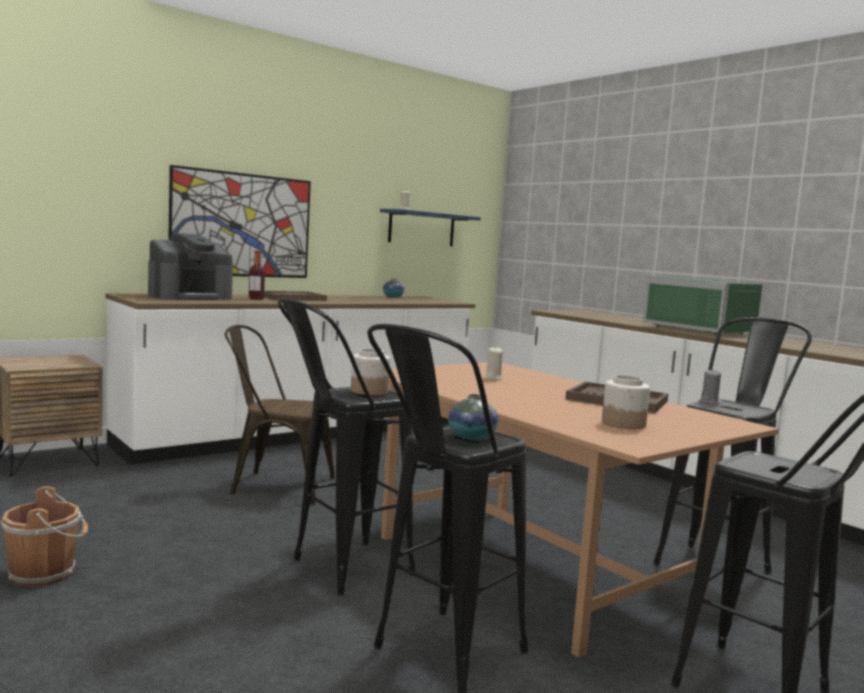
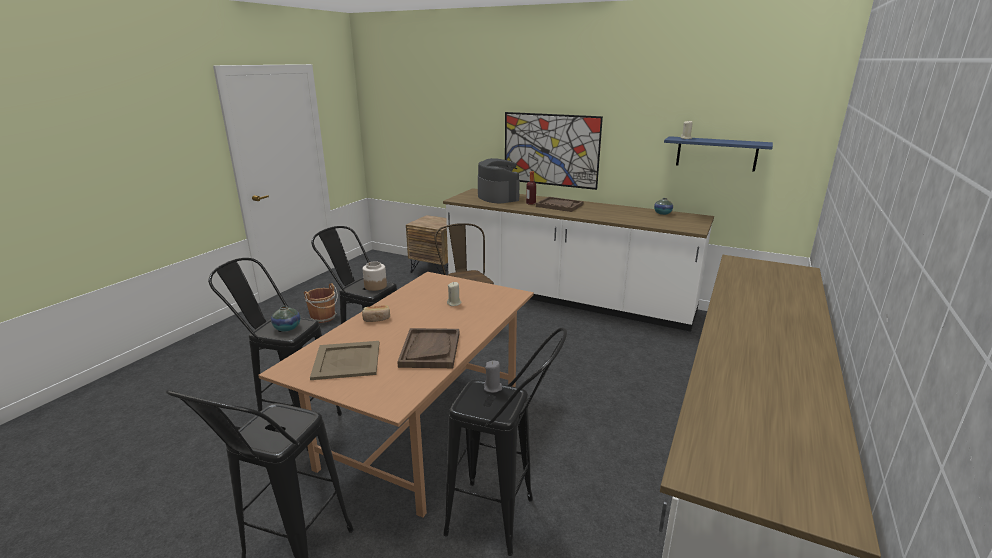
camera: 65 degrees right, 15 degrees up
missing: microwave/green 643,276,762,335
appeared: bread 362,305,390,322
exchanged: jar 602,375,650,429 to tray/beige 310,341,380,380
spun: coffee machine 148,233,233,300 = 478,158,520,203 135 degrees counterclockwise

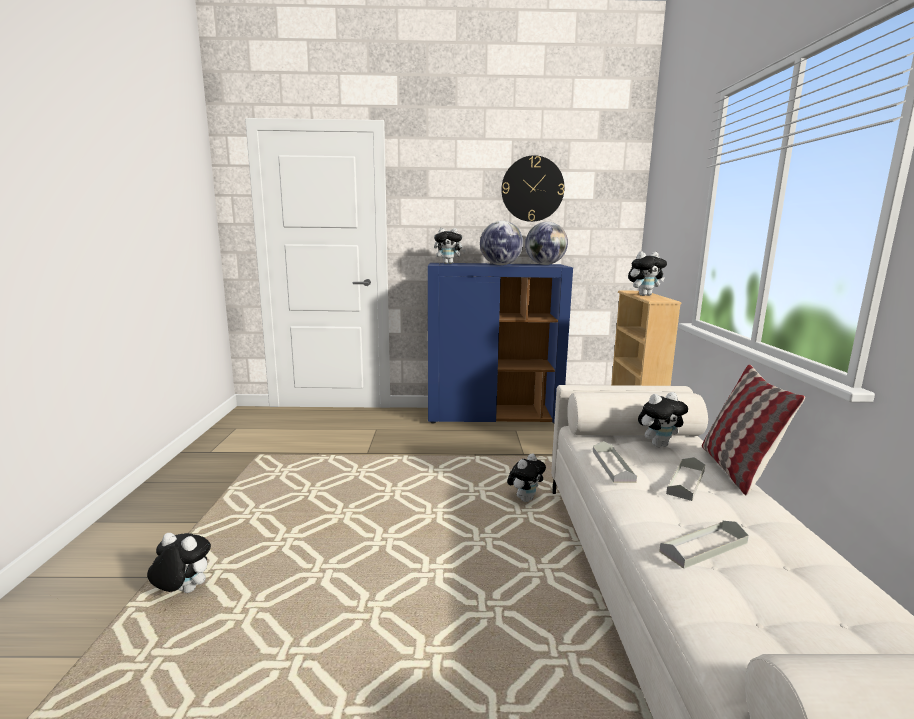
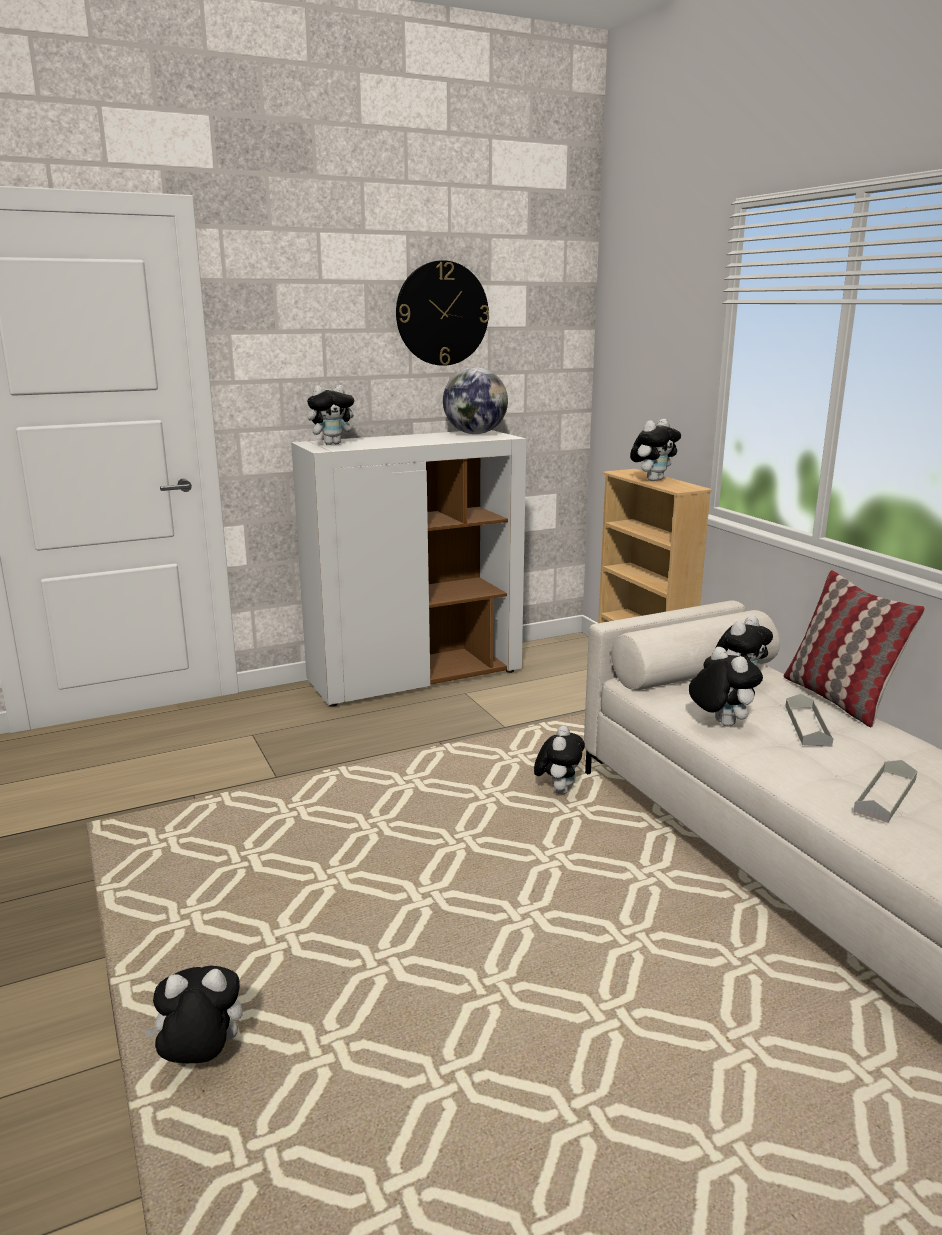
camera: 25 degrees left, 5 degrees up
missing: globe 480,221,523,265
exchanged: tray/grey 593,441,637,483 to plush toy 689,647,763,727
colour: cabinet/blue 428,263,573,424 to cabinet/white 291,430,526,707

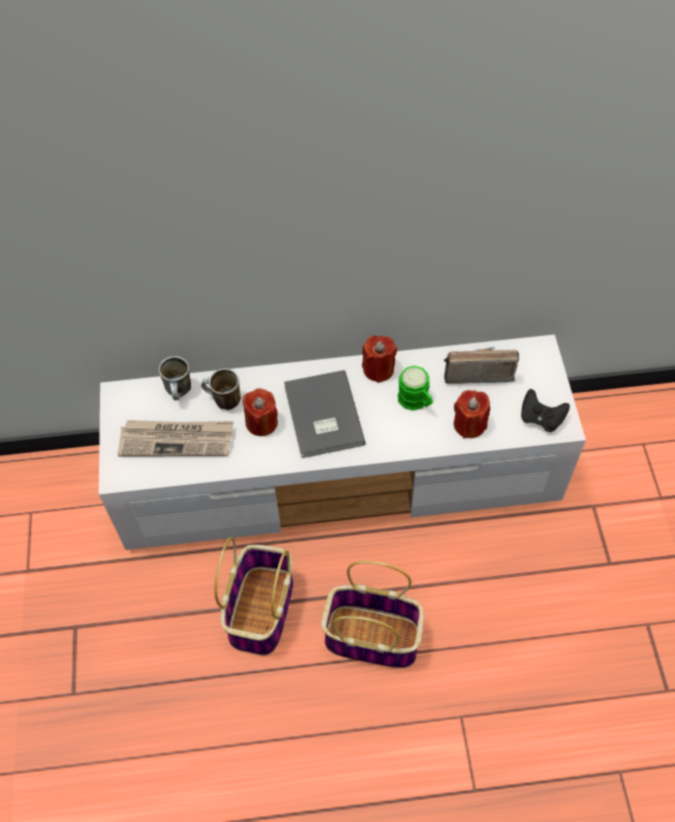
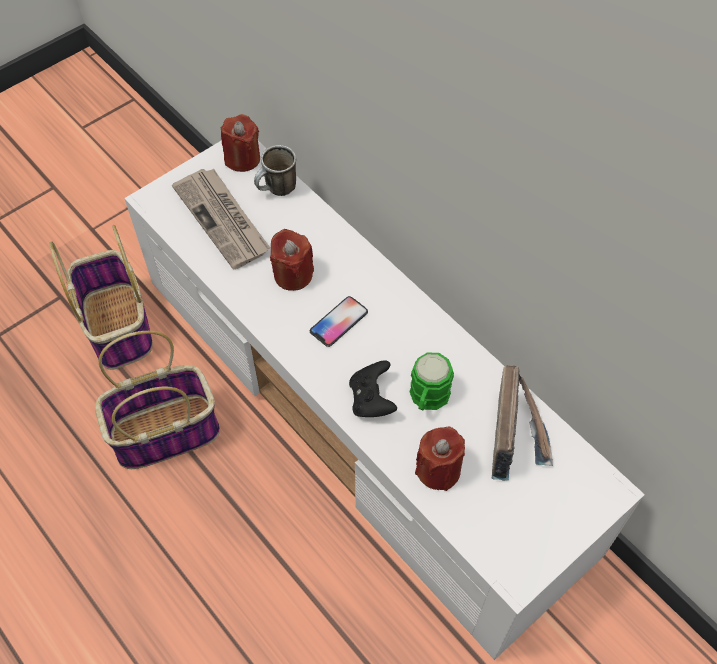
camera: 55 degrees right, 0 degrees up
missing: mug 201,368,241,410
relocated: basket 321,561,424,668 to 49,225,153,370; candle/red 362,336,397,383 to 221,114,260,172; game controller/black 521,389,570,432 to 349,360,397,417
exchanged: book/grey 284,370,366,458 to phone 310,296,368,347
spun: radio 444,347,519,384 = 492,366,553,481 45 degrees clockwise

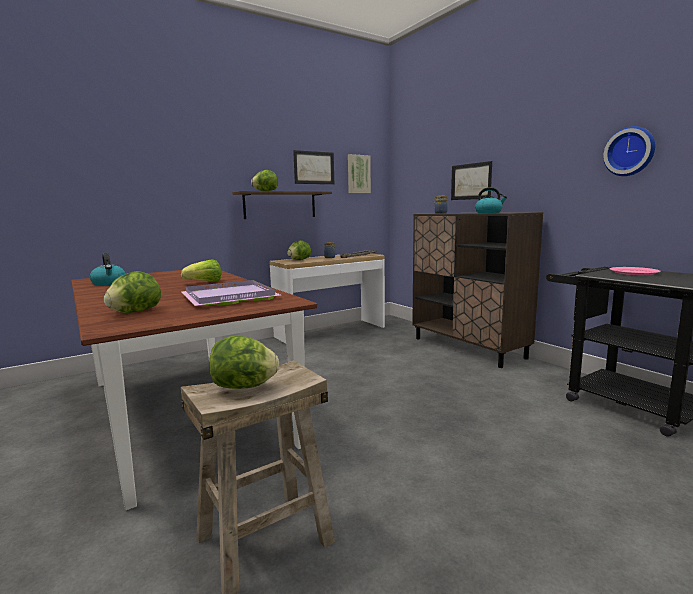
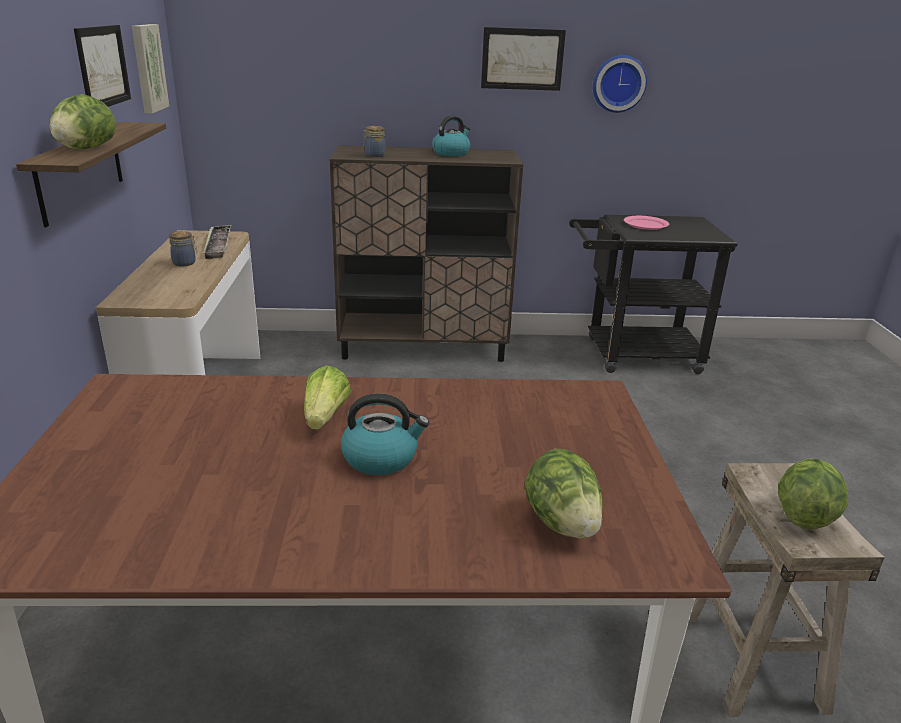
camera: 60 degrees left, 15 degrees up
missing: tray/purple 181,280,280,306; lettuce 287,240,311,260
relocated: kettle 90,253,126,286 to 341,393,429,475; picture 451,161,492,200 to 481,27,566,91

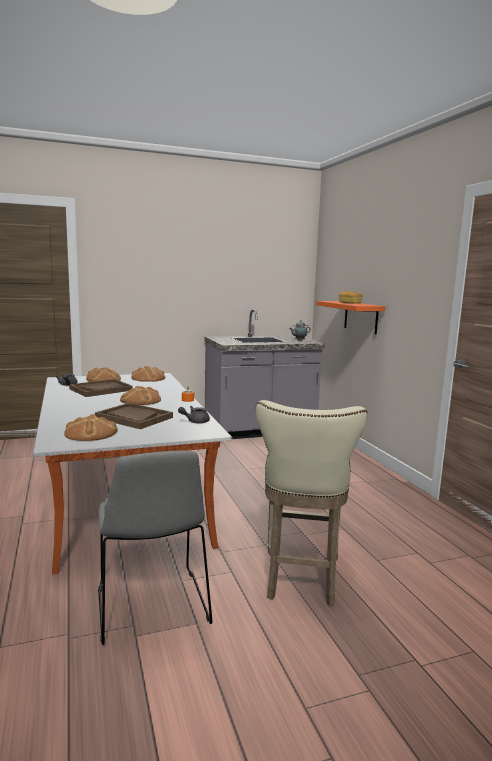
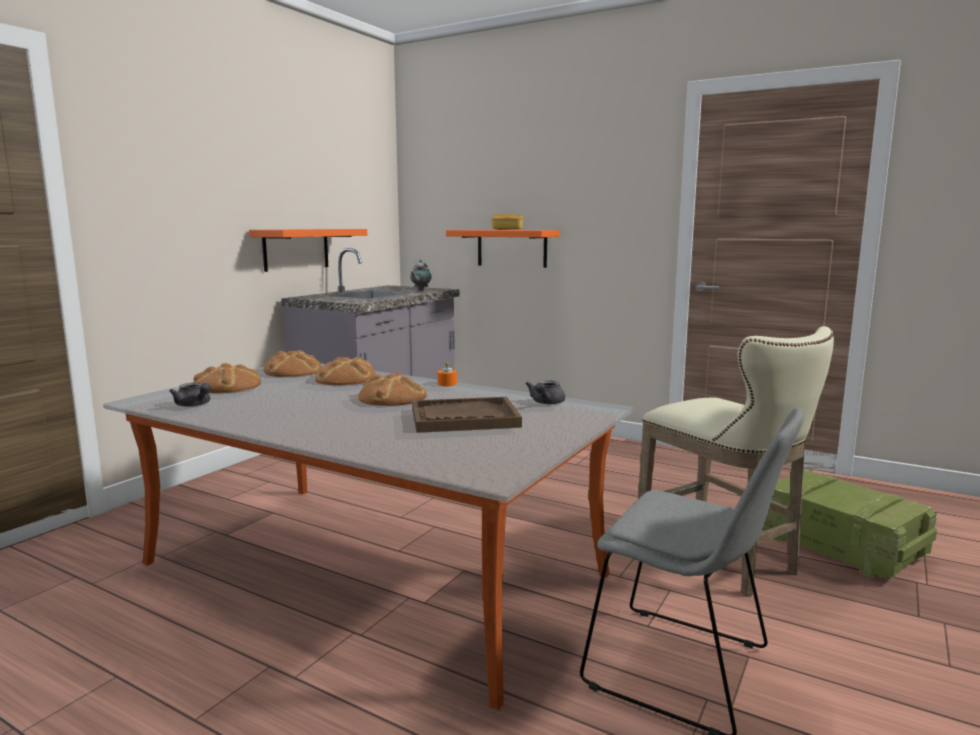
camera: 40 degrees left, 0 degrees up
missing: tray/brown 69,379,133,397
appeared: shelf/orange 249,229,367,272; crate 762,470,937,579
relocated: bread 64,414,118,441 to 315,357,376,385

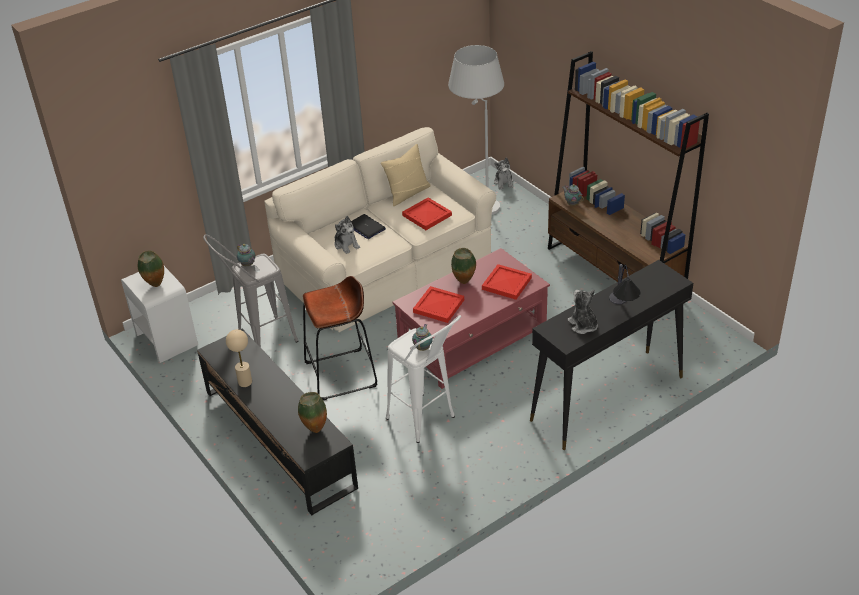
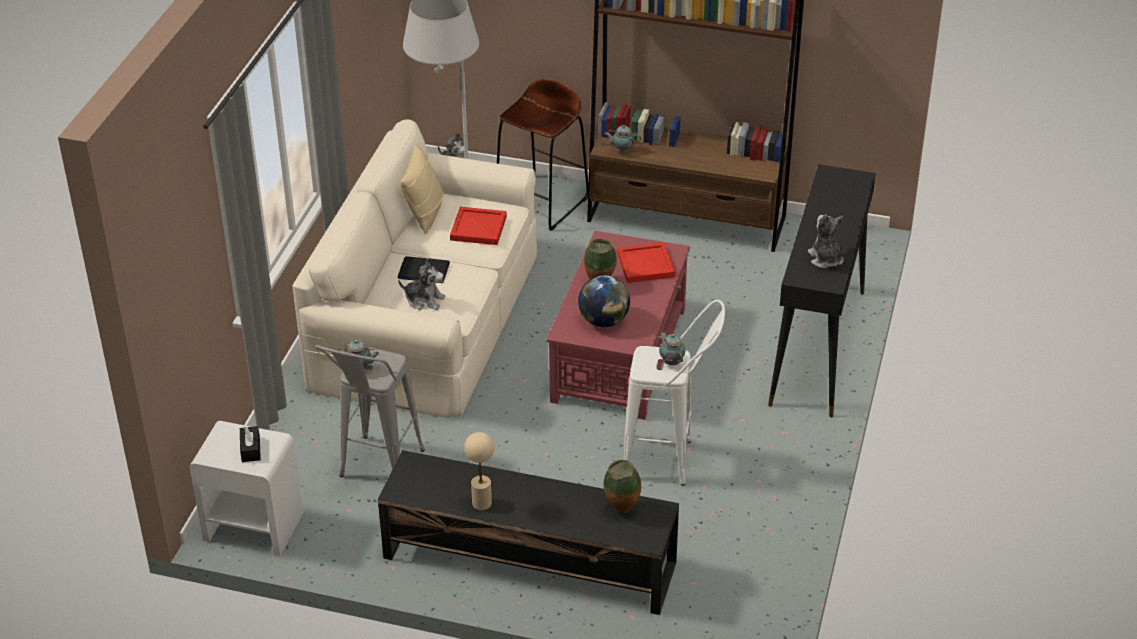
camera: 40 degrees left, 0 degrees up
missing: table lamp 609,264,641,304
relocated: stool/brown 303,276,377,400 to 497,79,589,231
exchanged: vase 138,250,164,287 to tissue box/black 240,426,261,462; tray/red 413,286,464,323 to globe 578,275,630,327
spun: plush toy 567,289,598,334 = 808,214,844,269 45 degrees clockwise

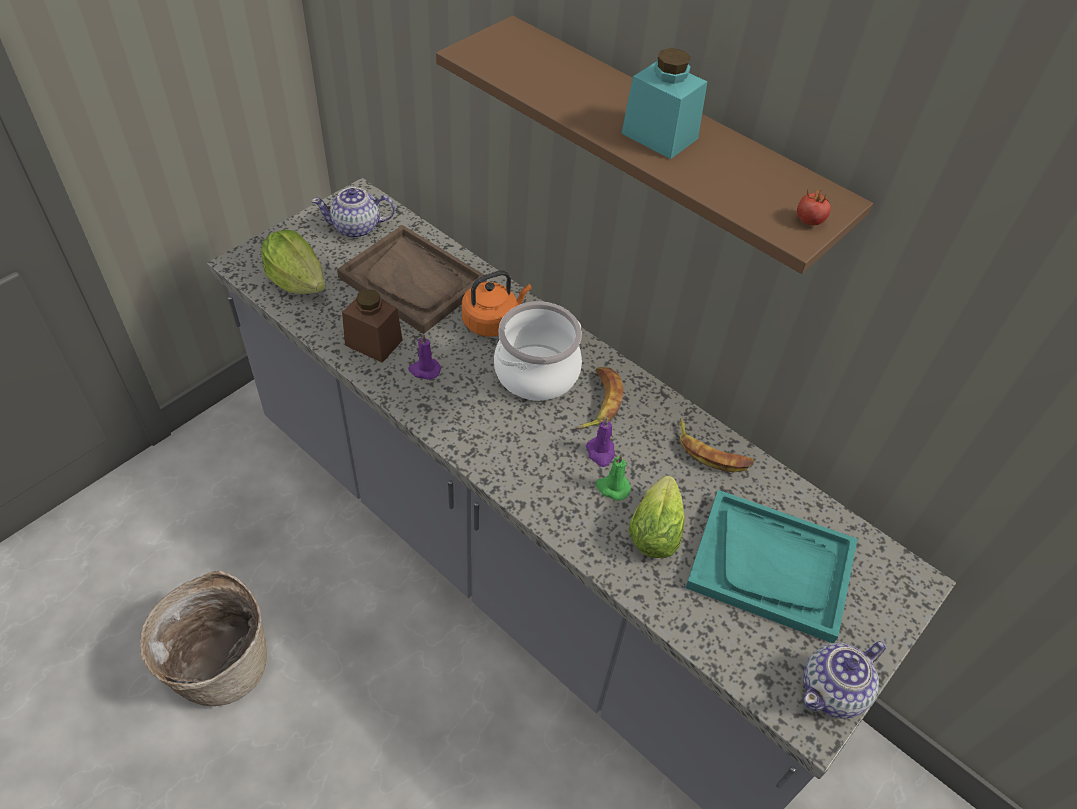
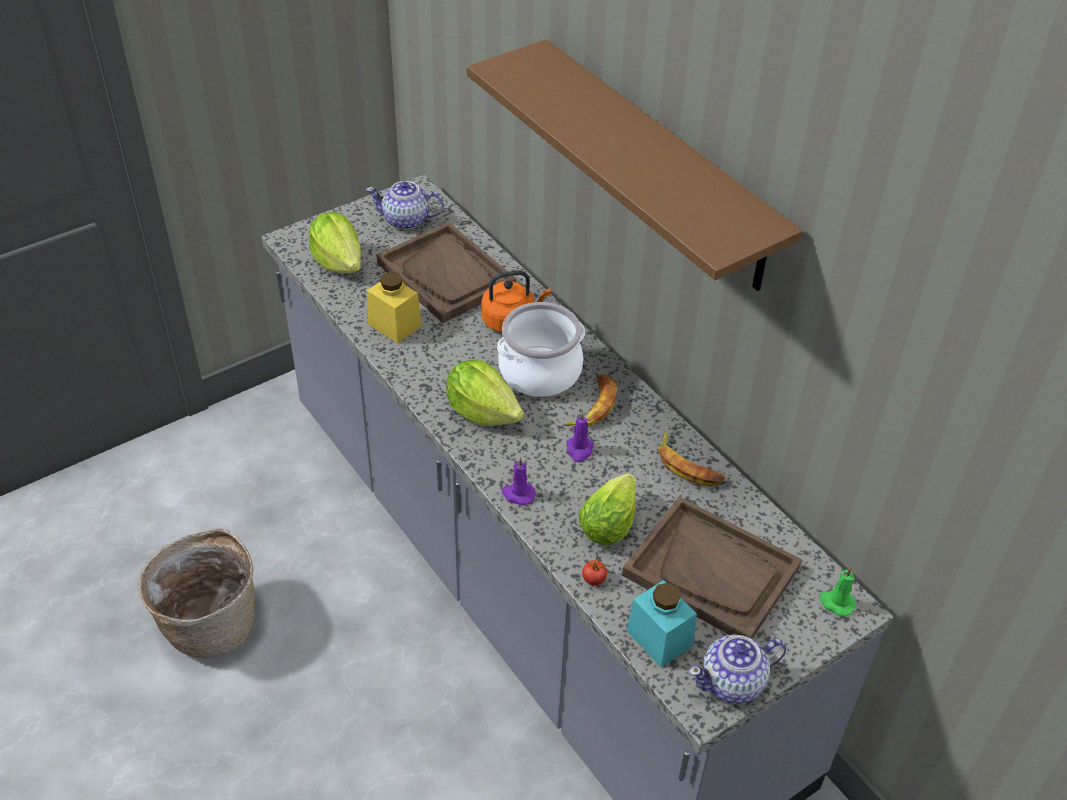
camera: 15 degrees right, 5 degrees down
appeared: lettuce 446,359,524,426
relocated: candle/purple 408,333,441,380 to 502,457,536,505; tomato 797,189,831,226 to 582,559,607,585; jar/turquoise 621,48,707,159 to 626,580,697,668; candle/green 595,454,631,501 to 819,567,856,616
colour: jar/brown 342,289,403,363 to jar/yellow 367,272,422,343; tray/turquoise 685,490,858,643 to tray/brown 622,497,802,639

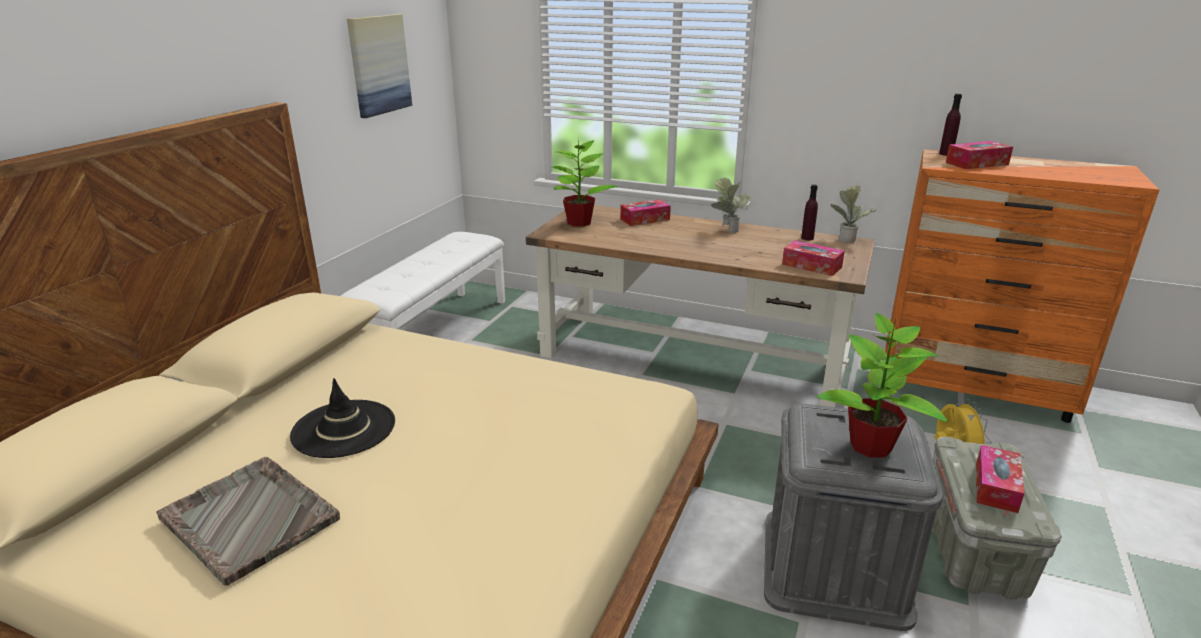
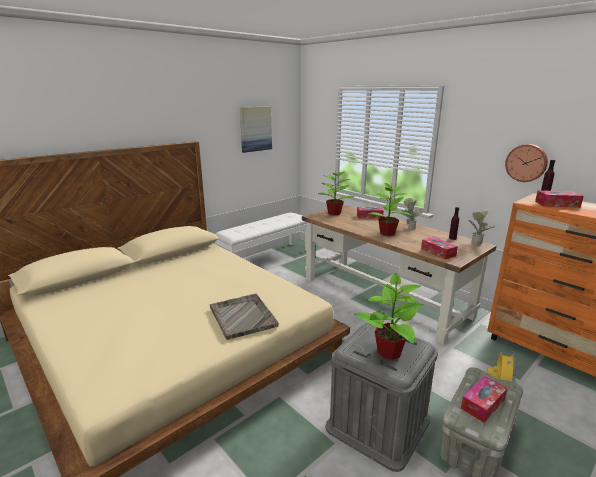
camera: 25 degrees right, 5 degrees down
missing: hat/black 290,378,395,458
appeared: potted plant 368,183,412,236; wall clock 505,144,548,182
relocated: tray/grey 156,457,340,586 to 210,294,279,340

